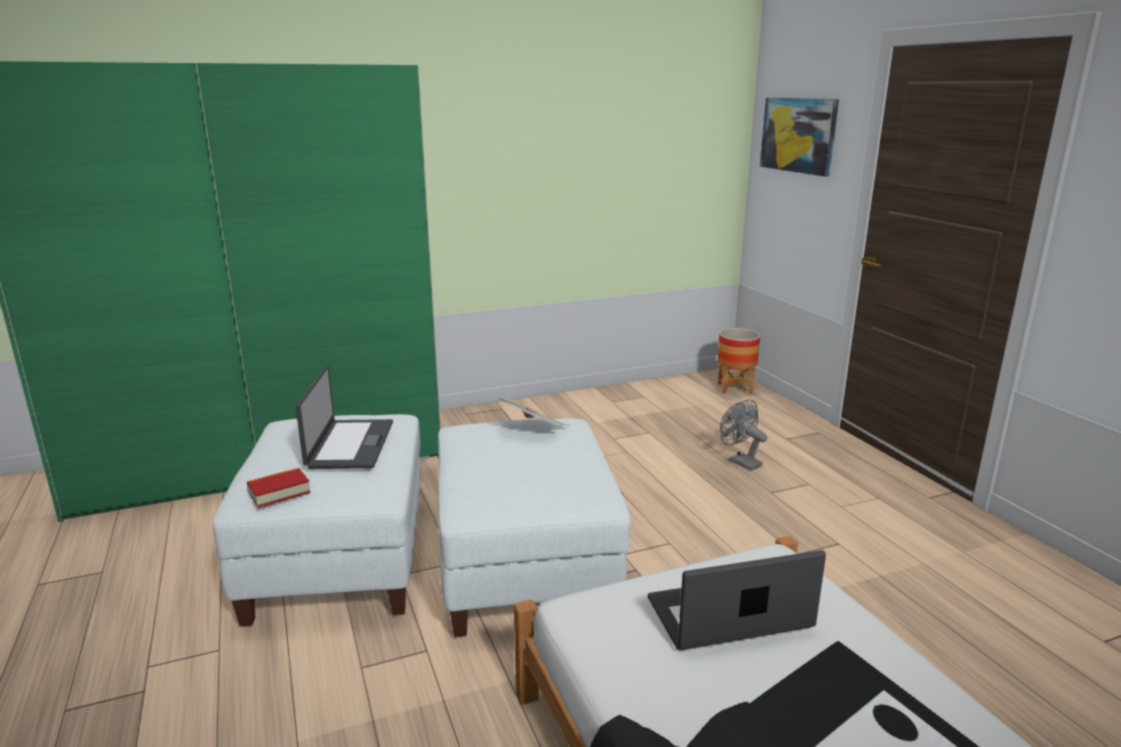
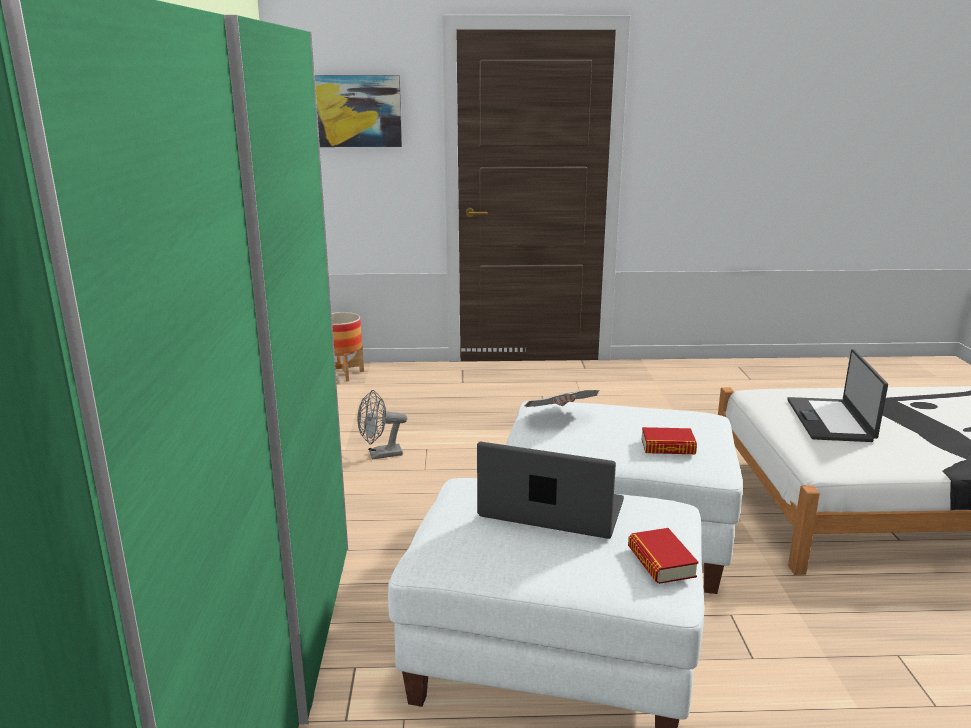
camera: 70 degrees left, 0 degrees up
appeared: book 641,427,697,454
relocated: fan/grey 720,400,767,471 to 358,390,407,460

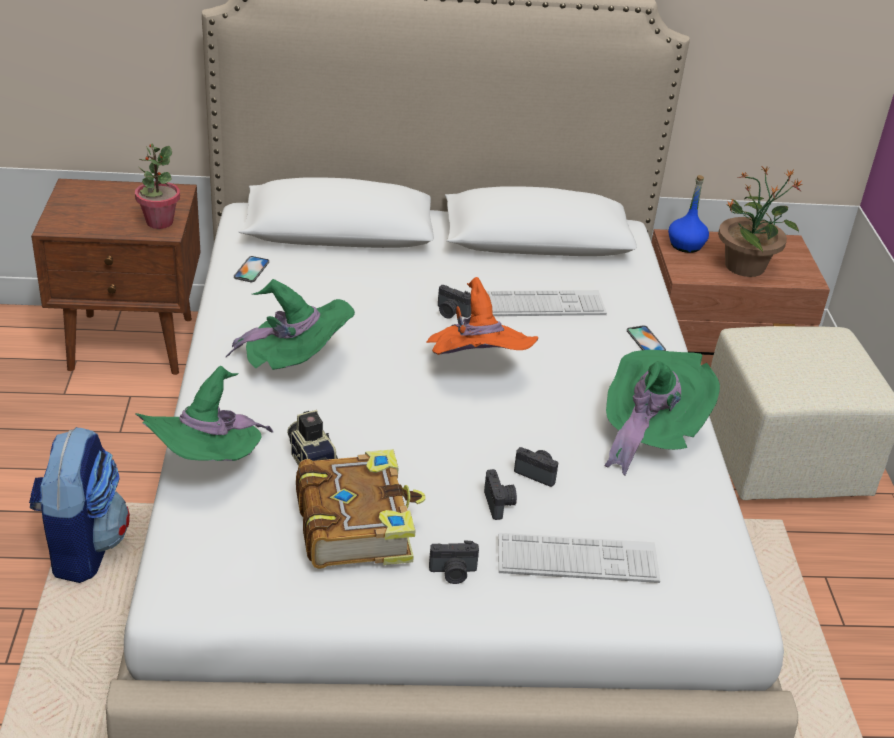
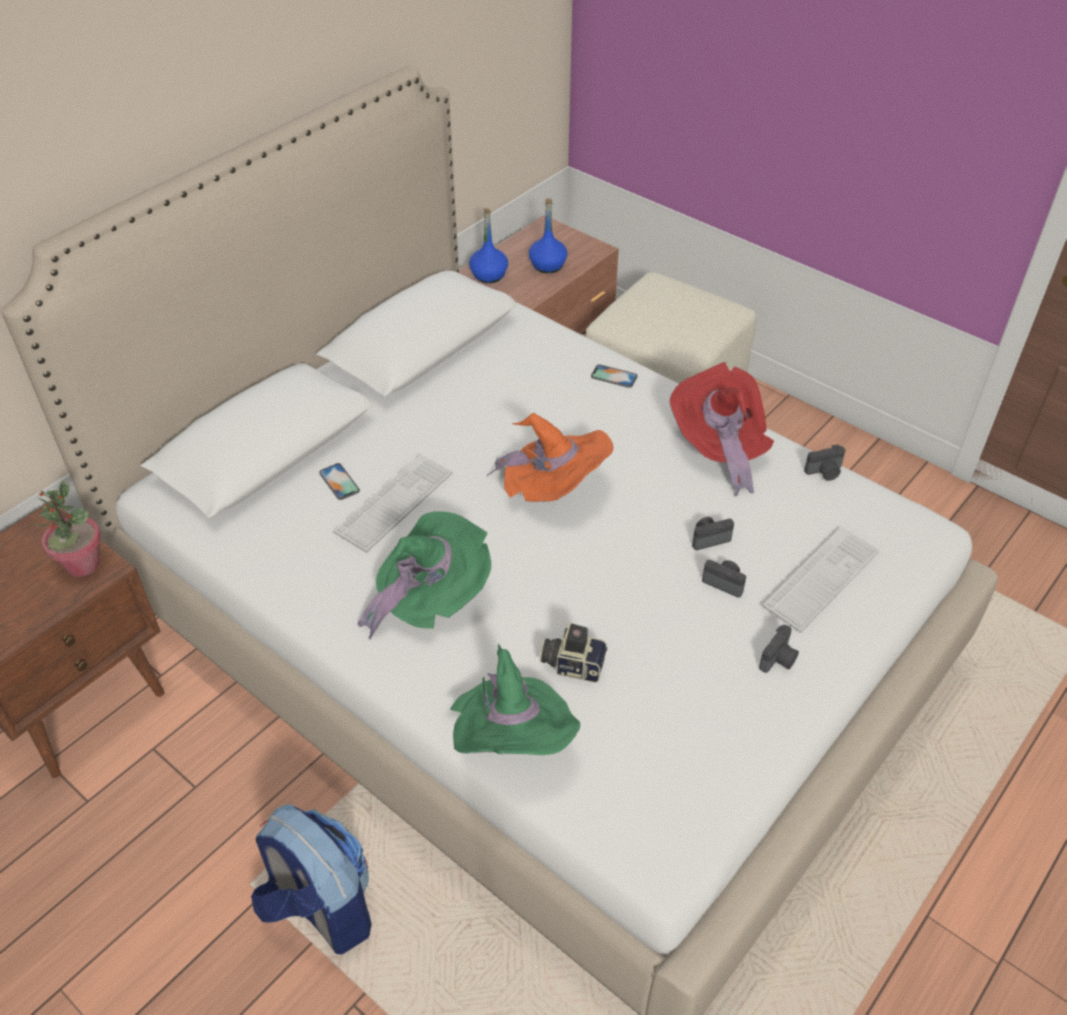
camera: 45 degrees left, 10 degrees up
missing: book 296,449,426,569
relocated: phone 234,256,269,282 to 319,463,360,500; keyboard 486,290,607,316 to 333,454,452,553; photo camera 438,285,471,319 to 804,445,845,481
exchanged: potted plant 718,166,803,277 to bottle/blue 529,198,567,273
colour: hat/green 604,350,720,475 to hat/red 670,362,774,497

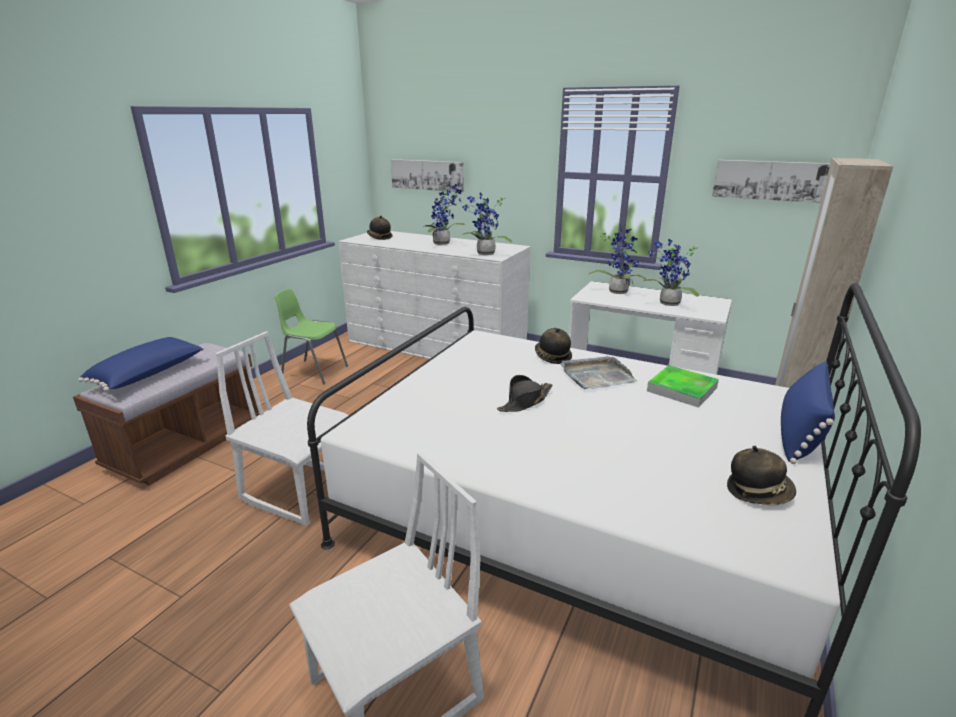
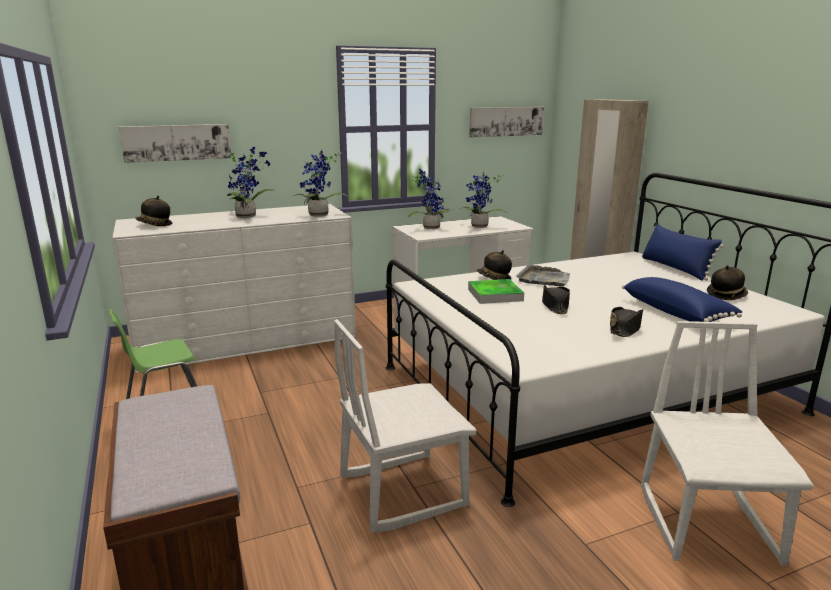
camera: 50 degrees left, 5 degrees down
appeared: hat/black 610,307,643,337
relocated: tray 647,365,719,408 to 468,279,524,304; pillow/blue 78,337,204,392 to 622,277,742,322

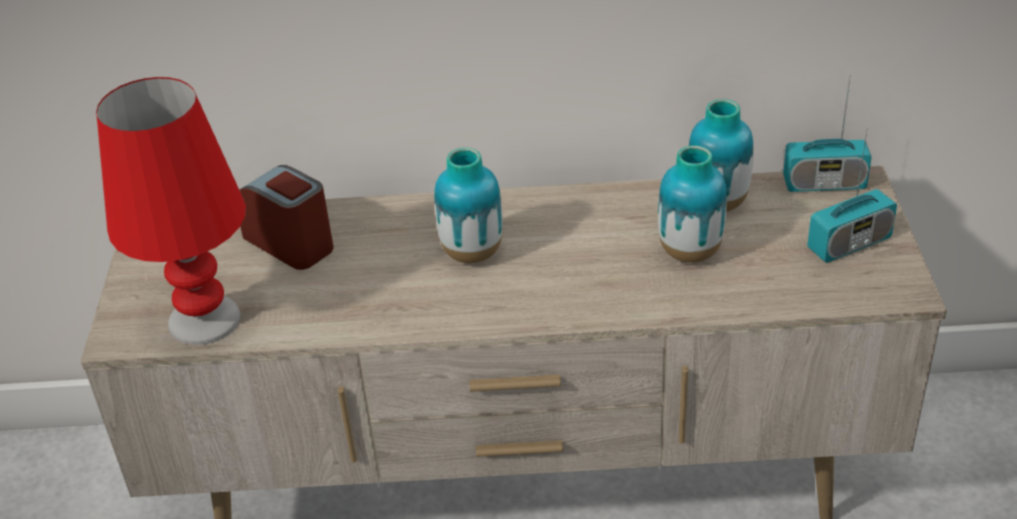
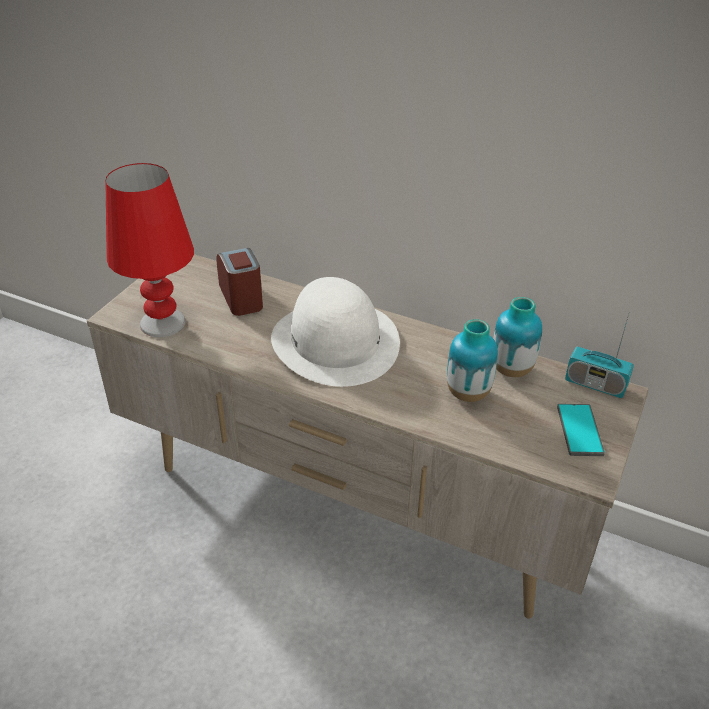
camera: 25 degrees right, 0 degrees up
exchanged: vase 434,148,503,263 to hat/white 271,277,400,387; radio 807,132,897,263 to phone 557,404,605,456

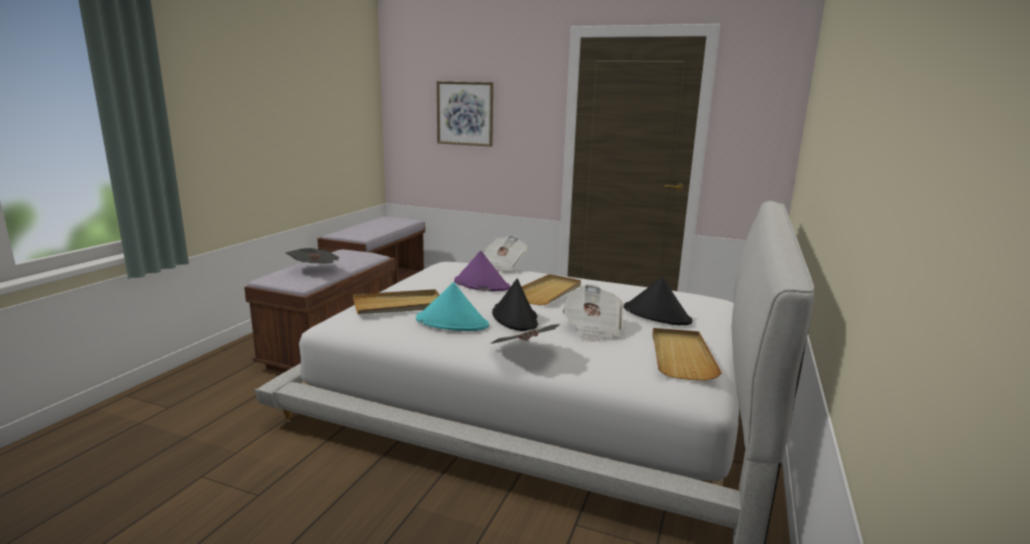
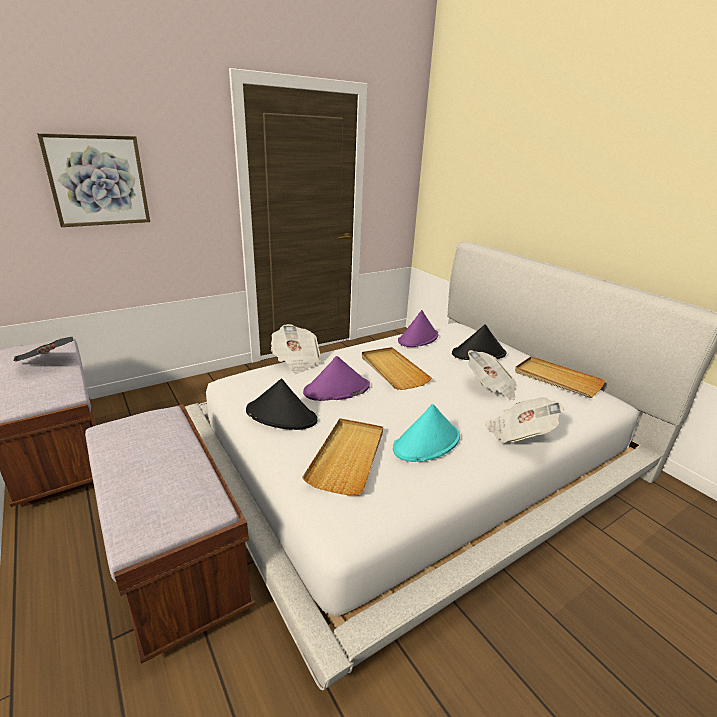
camera: 55 degrees left, 10 degrees up
appeared: hat/purple 398,310,439,347
relocated: newspaper 285,248,340,264 to 13,337,73,362; hat/black 492,279,538,331 to 246,379,317,430

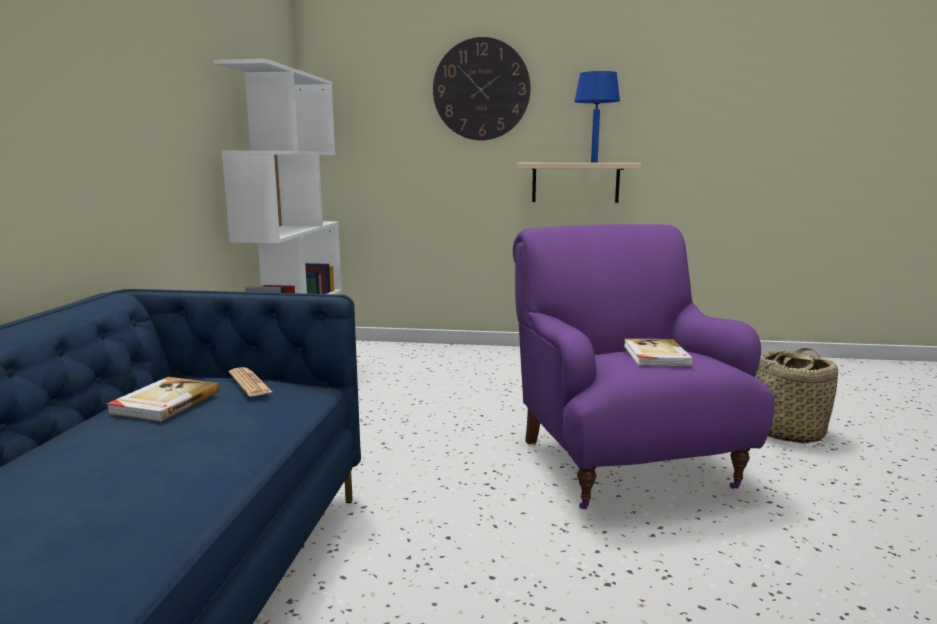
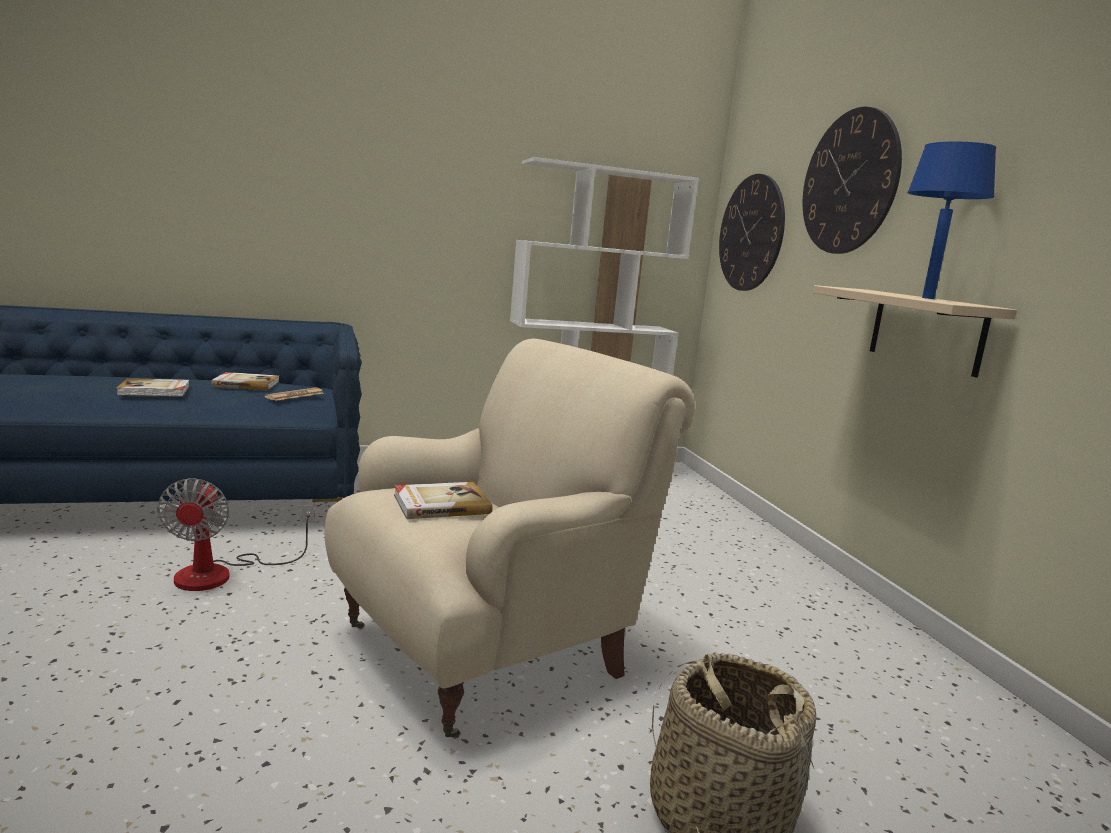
camera: 65 degrees right, 0 degrees up
appeared: book 117,378,190,396; fan 157,478,315,591; wall clock 719,174,785,291
colour: armchair/purple 513,224,775,509 to armchair/beige 325,339,695,739

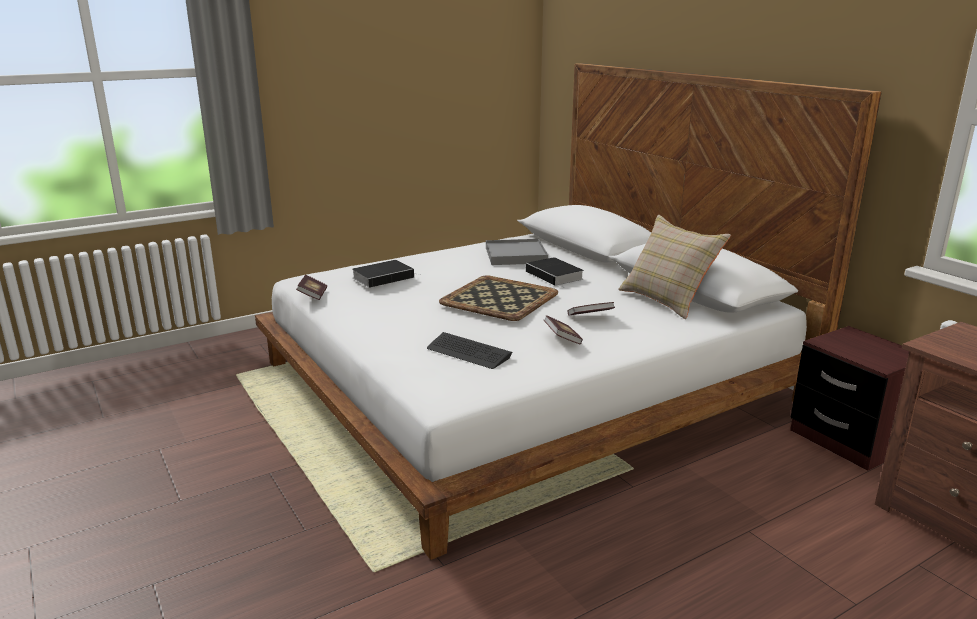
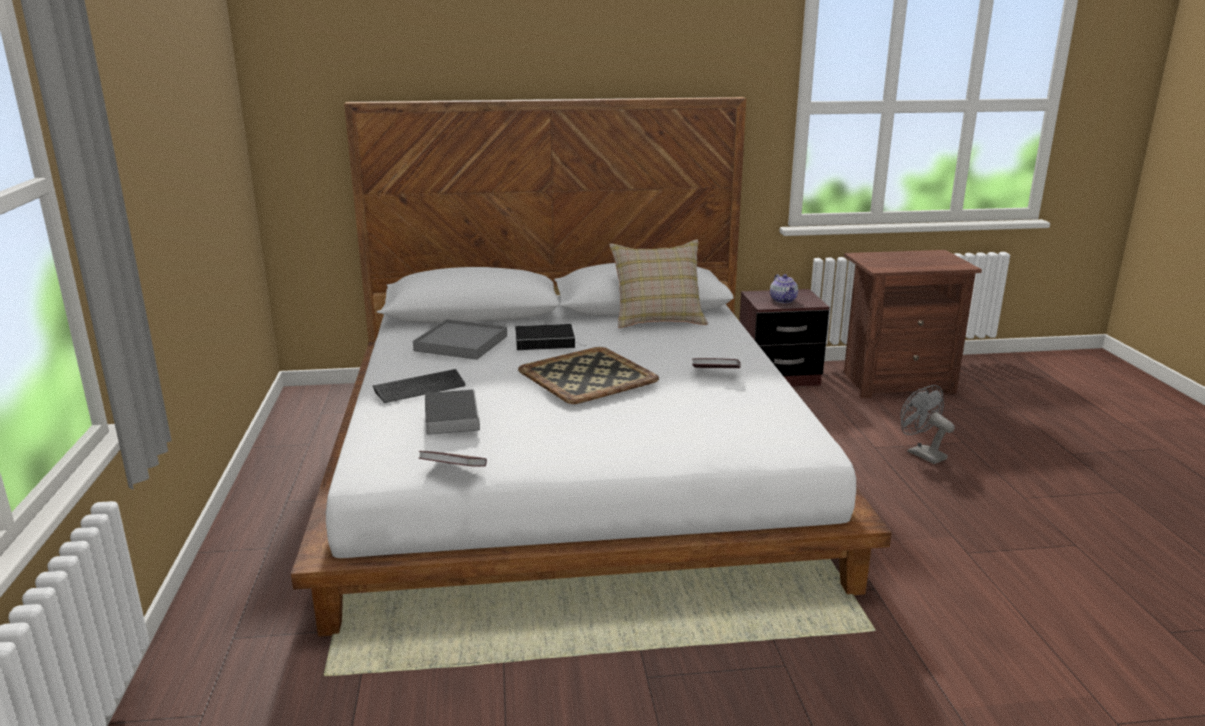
camera: 65 degrees left, 0 degrees up
missing: book 567,302,615,316
appeared: teapot 770,274,798,303; fan/grey 900,385,955,464
relocated: keyboard 427,332,512,369 to 373,369,466,403

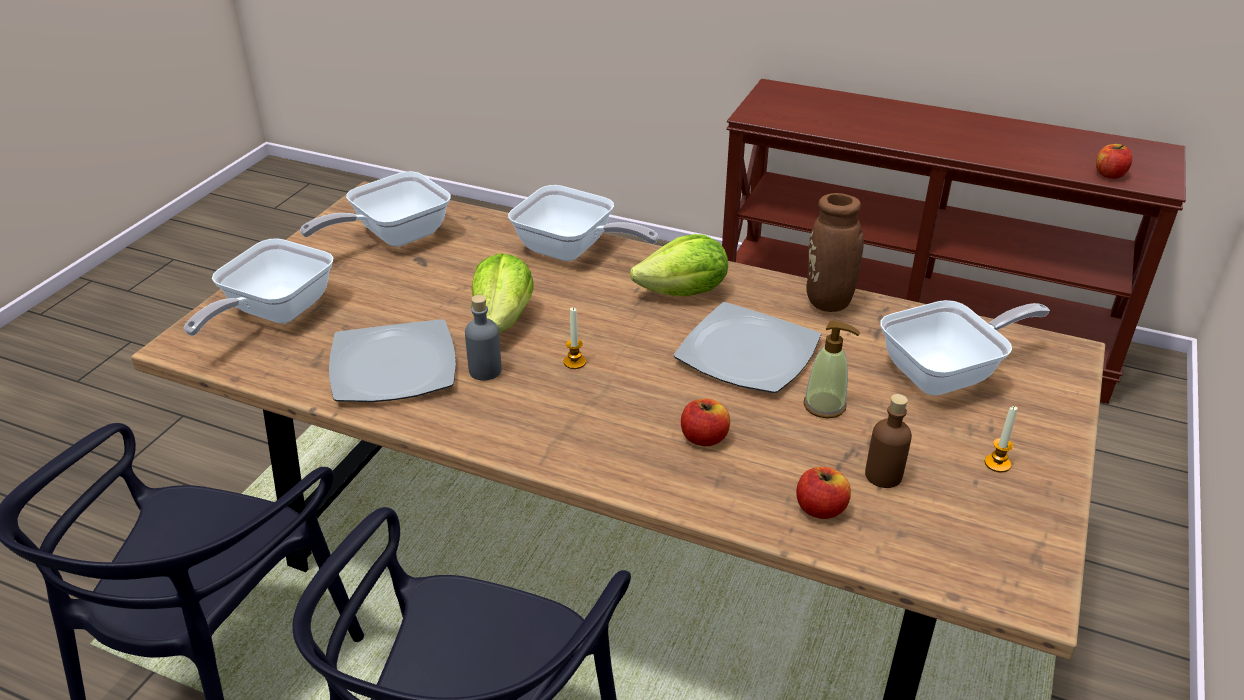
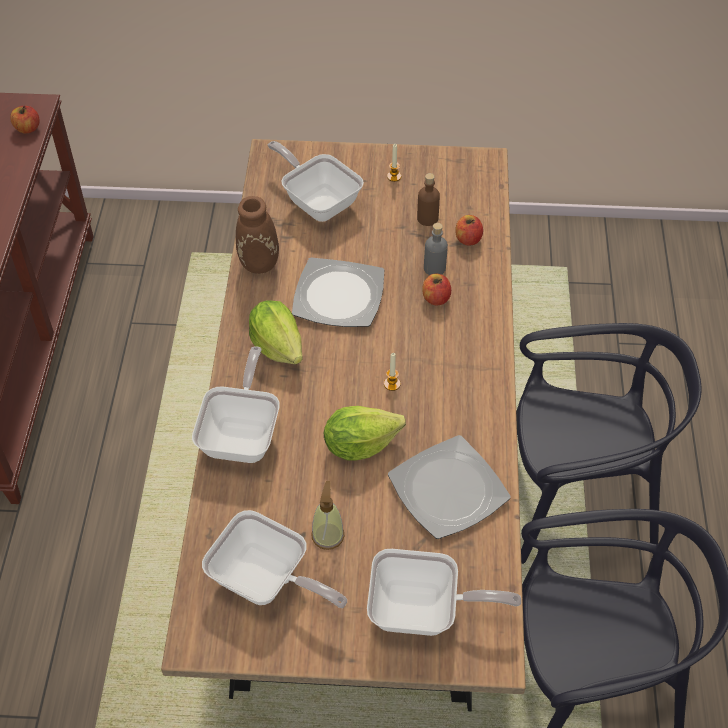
camera: 110 degrees left, 15 degrees up
relocated: soap dispenser 803,321,860,418 to 311,481,345,550; bottle/grey 465,295,502,381 to 424,223,448,275

